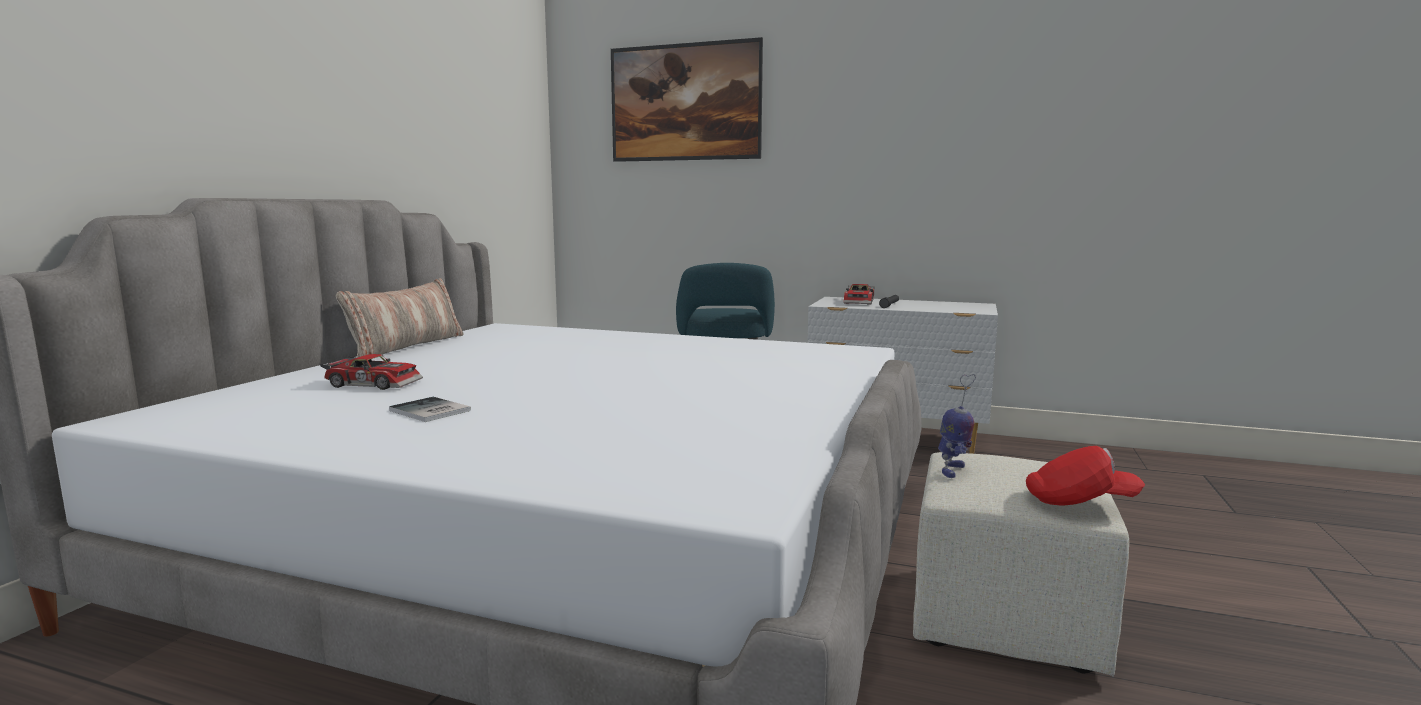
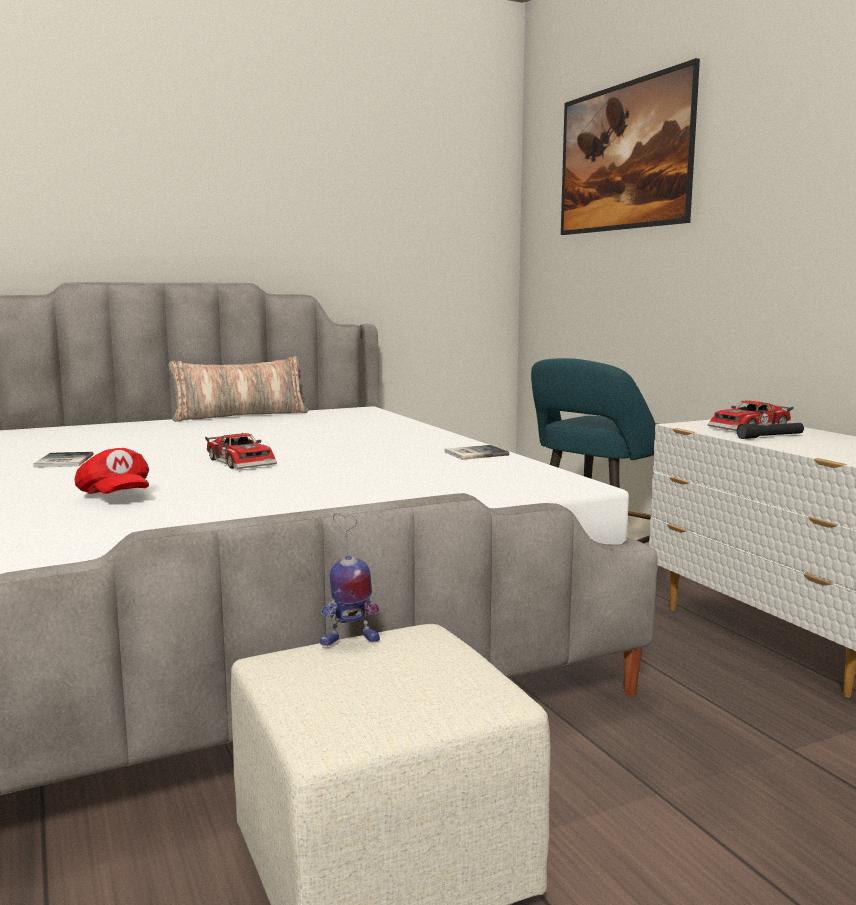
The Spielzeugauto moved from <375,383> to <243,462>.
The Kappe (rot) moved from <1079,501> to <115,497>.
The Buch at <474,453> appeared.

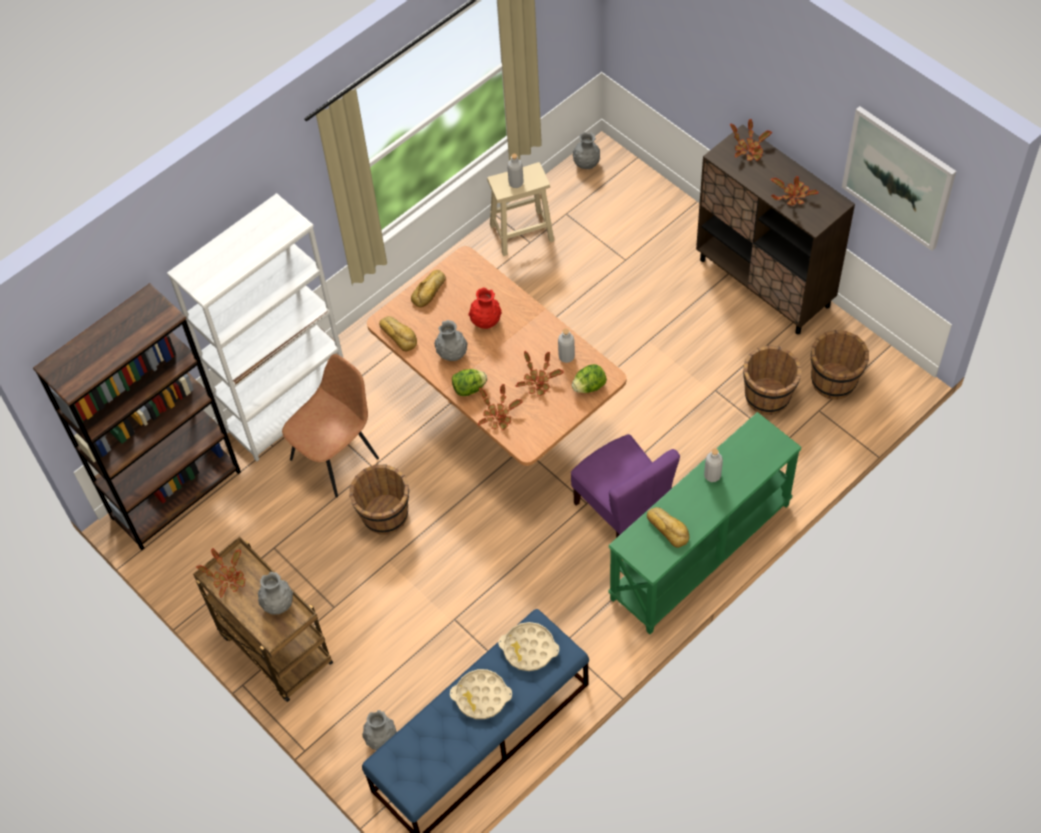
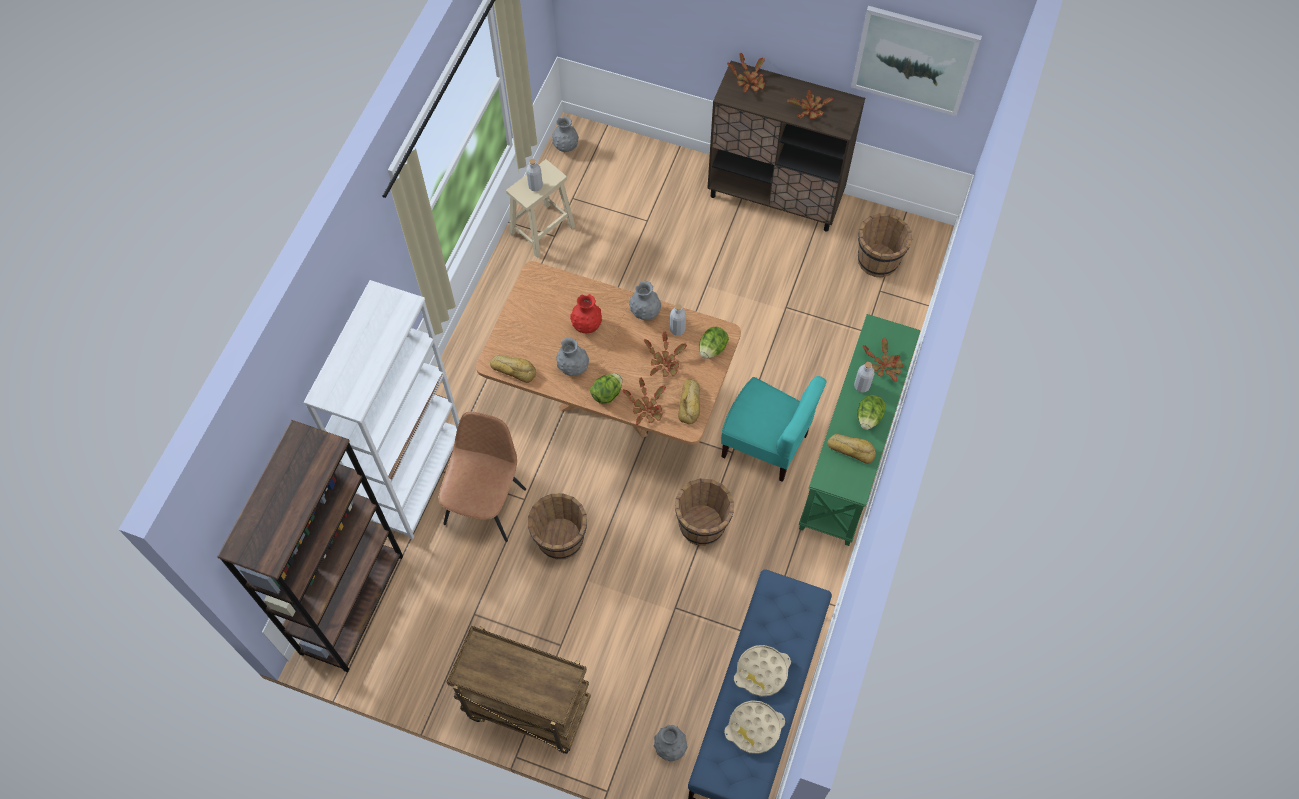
The Topfpflanze moved from <227,578> to <883,366>.
The Vase (grau) moved from <278,604> to <645,312>.
The Brot moved from <430,291> to <690,403>.
The Tablett (beige) moved from <529,649> to <754,728>.
The Stuhl (lila) at <622,509> became the Stuhl (türkis) at <765,444>.
The Eimer (braun) moved from <768,396> to <702,524>.
The Salatkopf at <869,417> appeared.

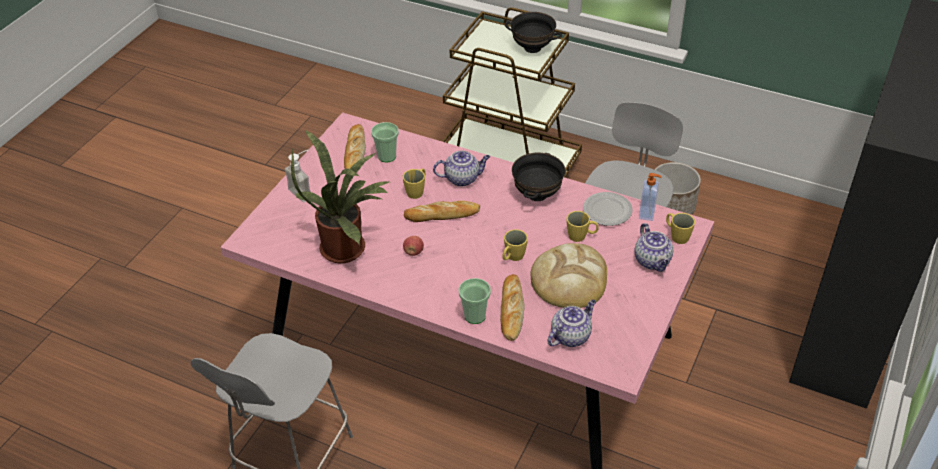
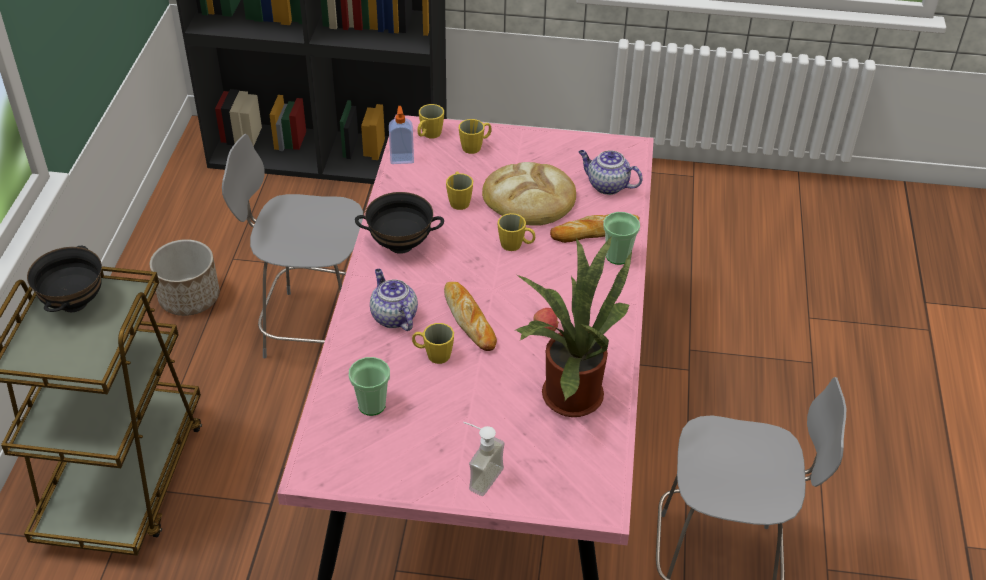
The Brot at <354,152> disappeared.
The Teller at <607,211> disappeared.
The Teekanne at <653,261> was replaced by the Henkelbecher (gelb) at <475,146>.

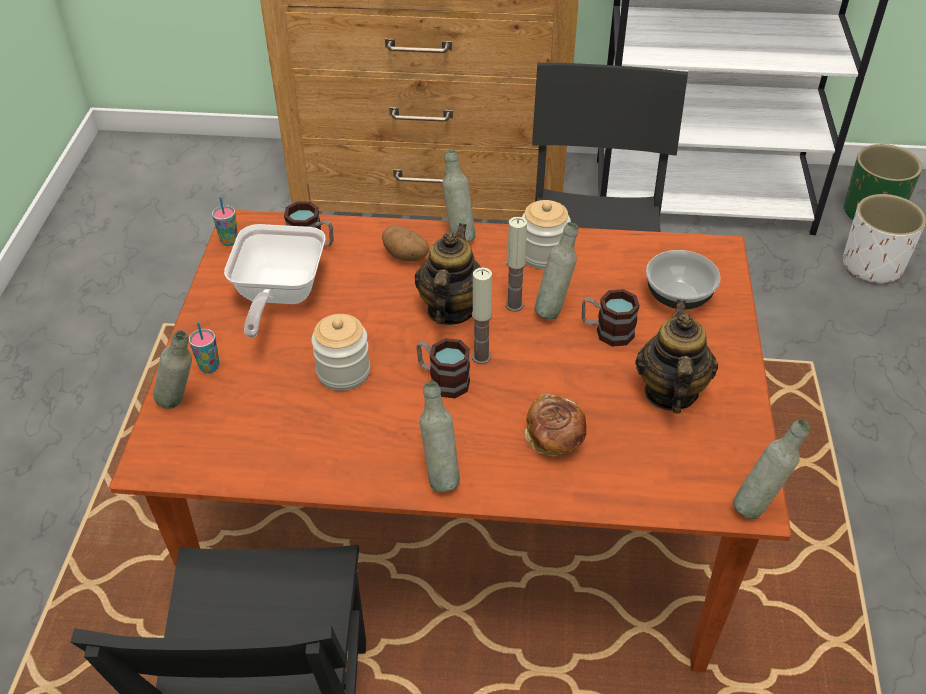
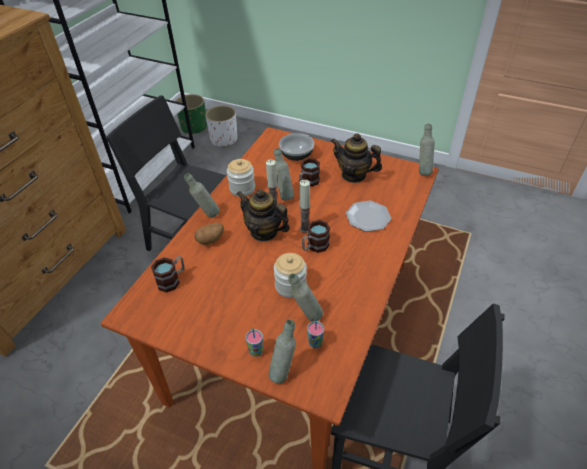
The Tasse moved from <229,241> to <315,343>.
The Pfanne at <278,296> disappeared.
The Flasche (grau) moved from <440,475> to <306,317>.
The Brot at <554,439> was replaced by the Teller at <368,217>.

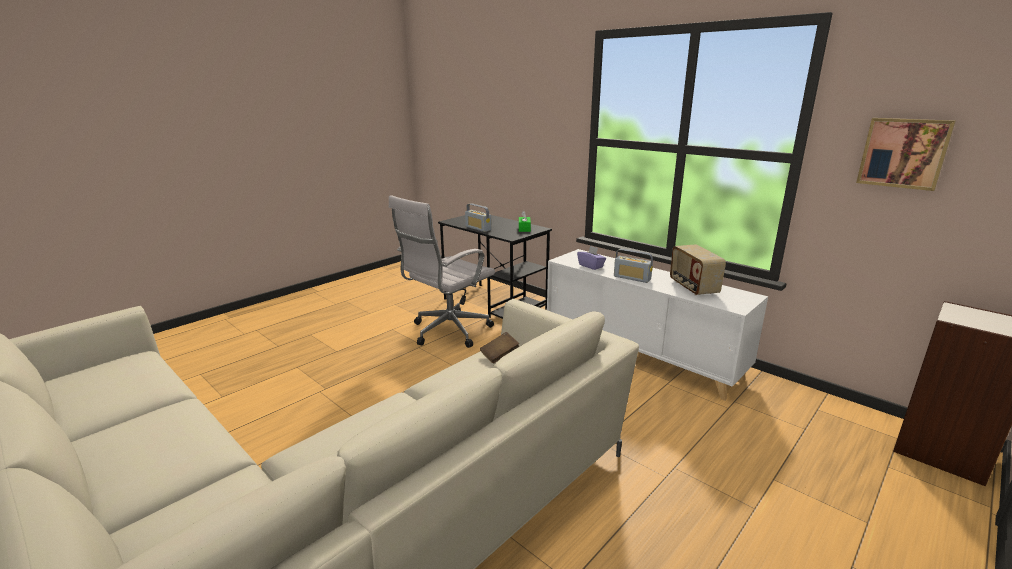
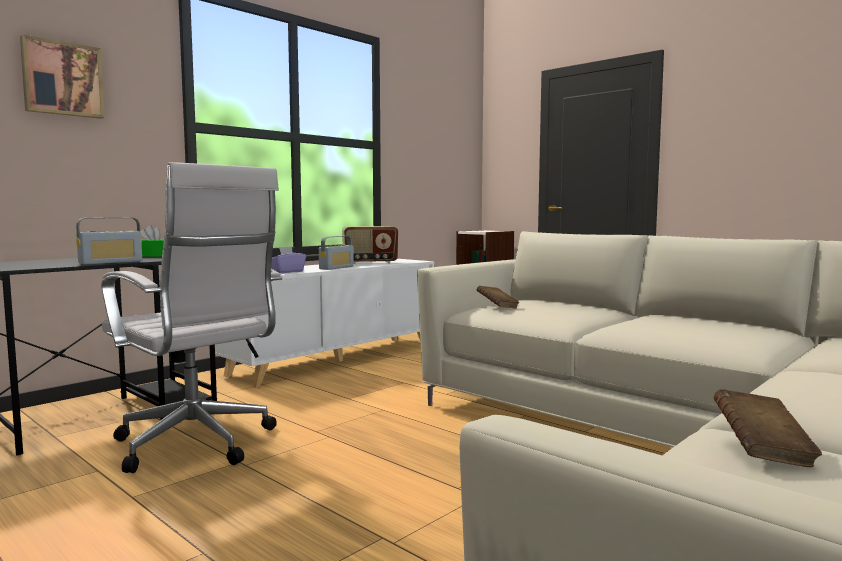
The Bild moved from <903,153> to <62,79>.
The Buch (braun) at <762,450> appeared.

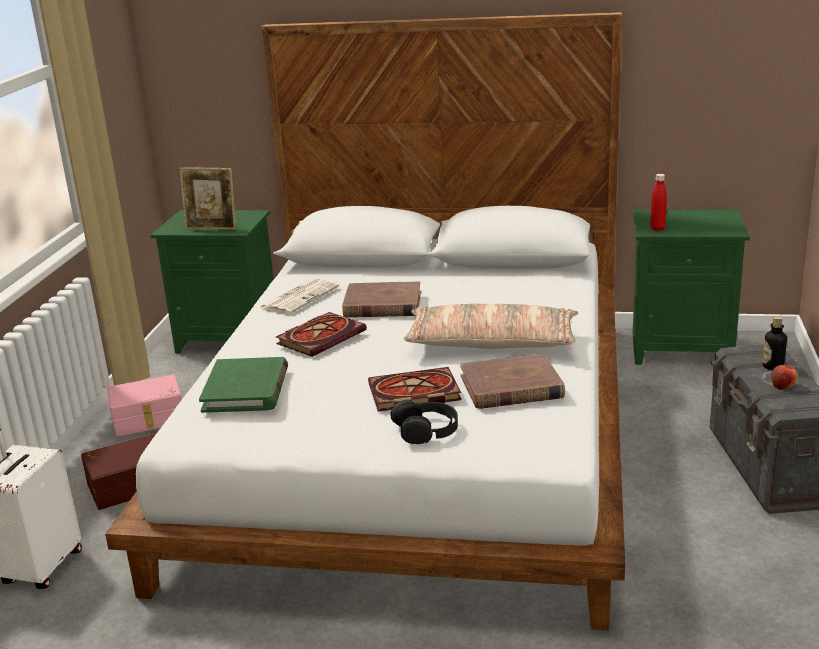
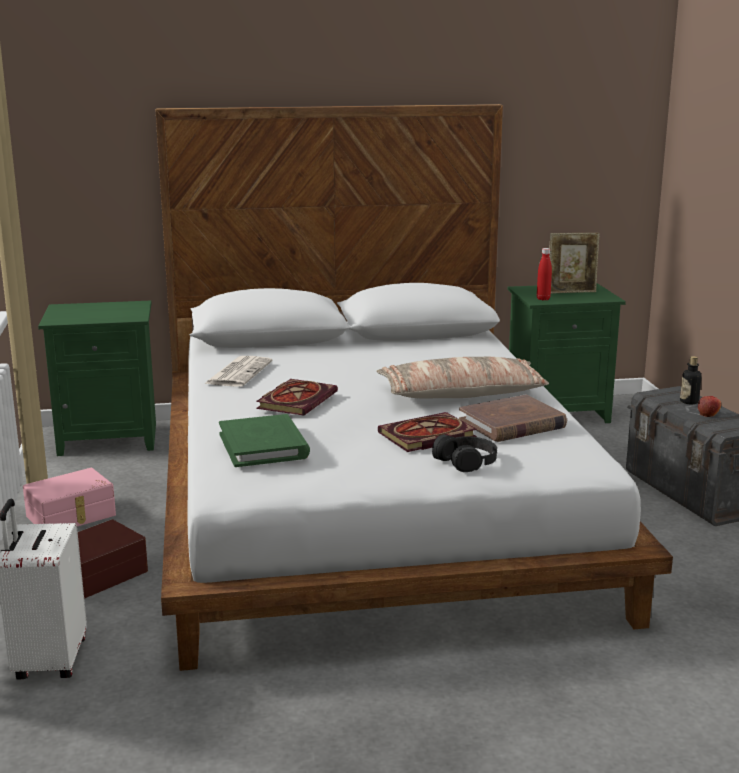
The Bilderrahmen moved from <212,228> to <571,292>.
The Buch (braun) at <382,305> disappeared.

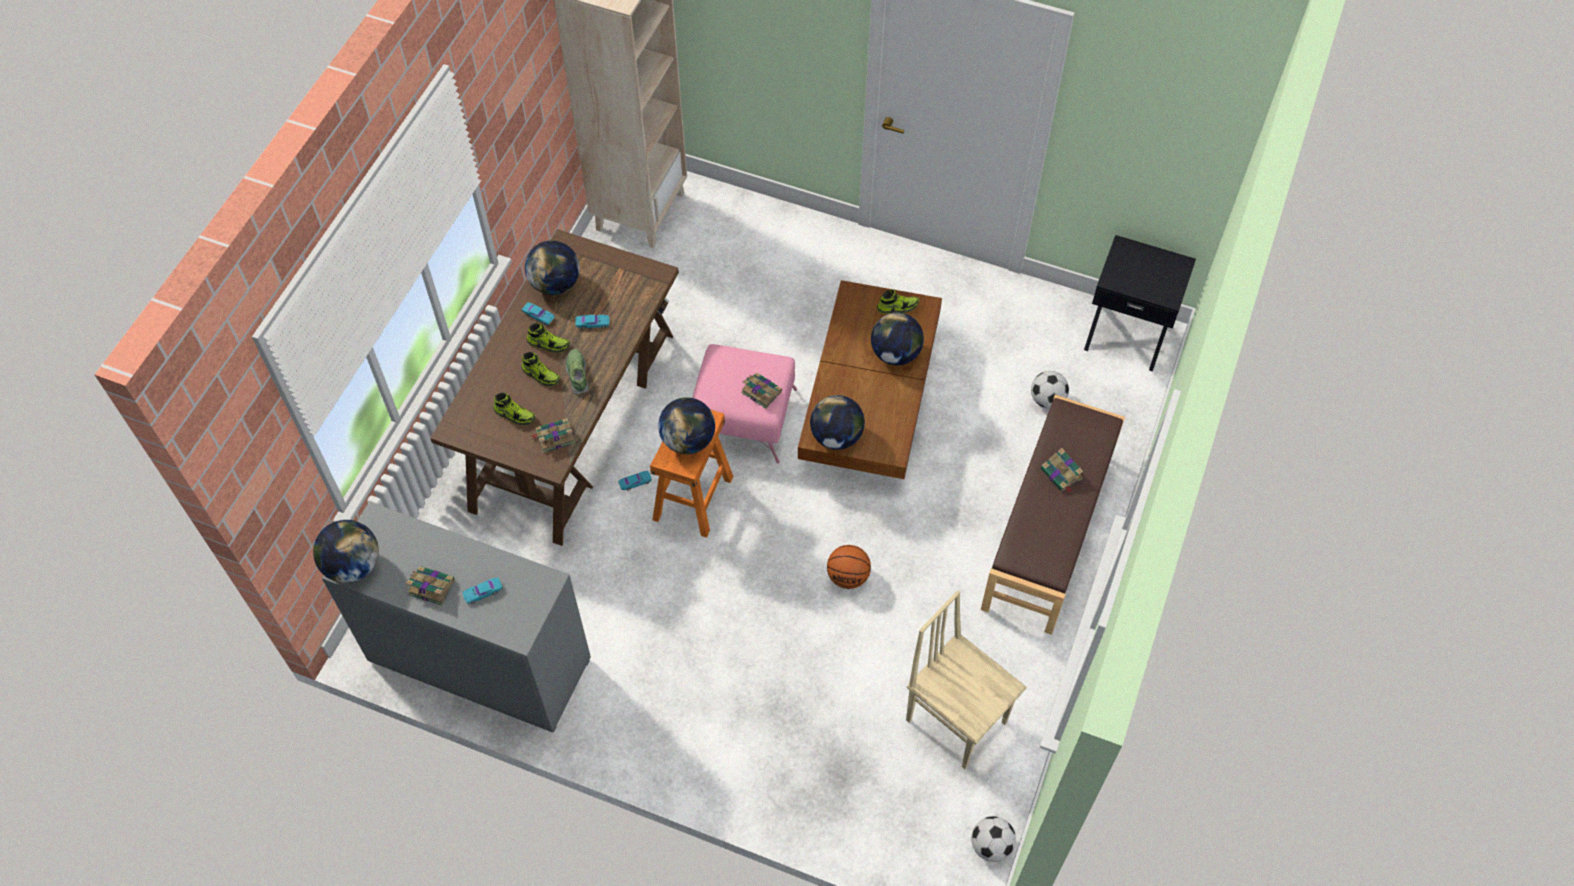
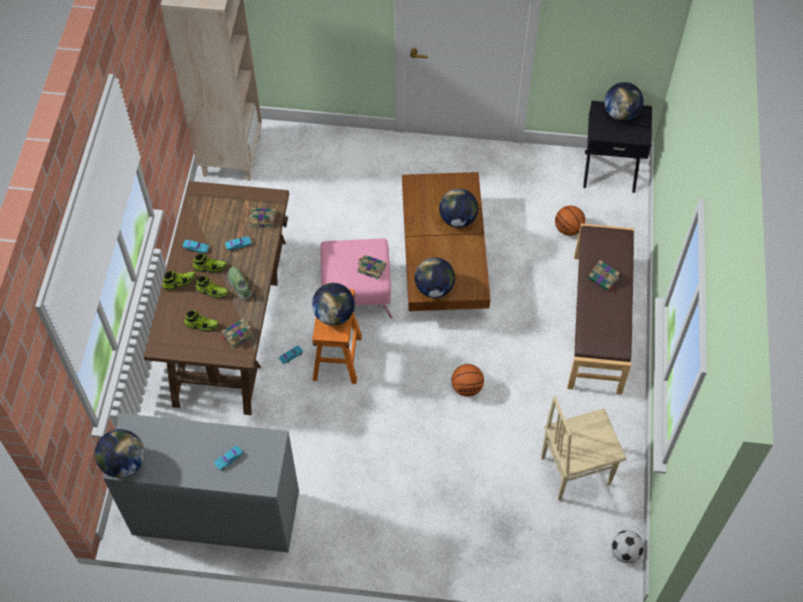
The Buch moved from <430,586> to <262,219>.
The Globus moved from <555,284> to <621,114>.
The Schuh moved from <897,307> to <179,282>.
The Stuhl (beige) at <956,719> turned 45 degrees counterclockwise.
The Fußball at <1047,399> was replaced by the Basketball at <568,229>.

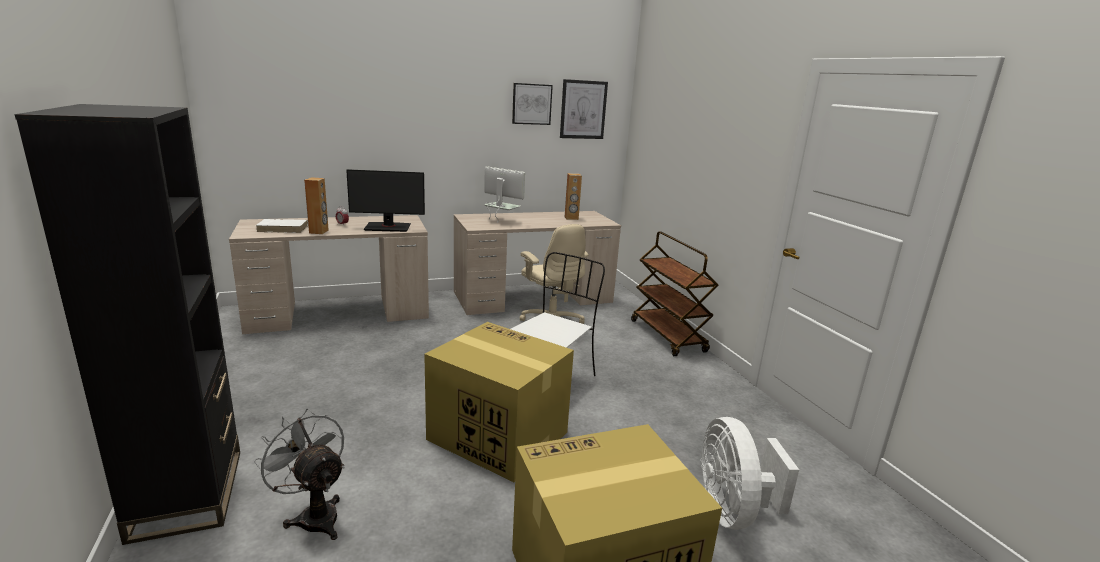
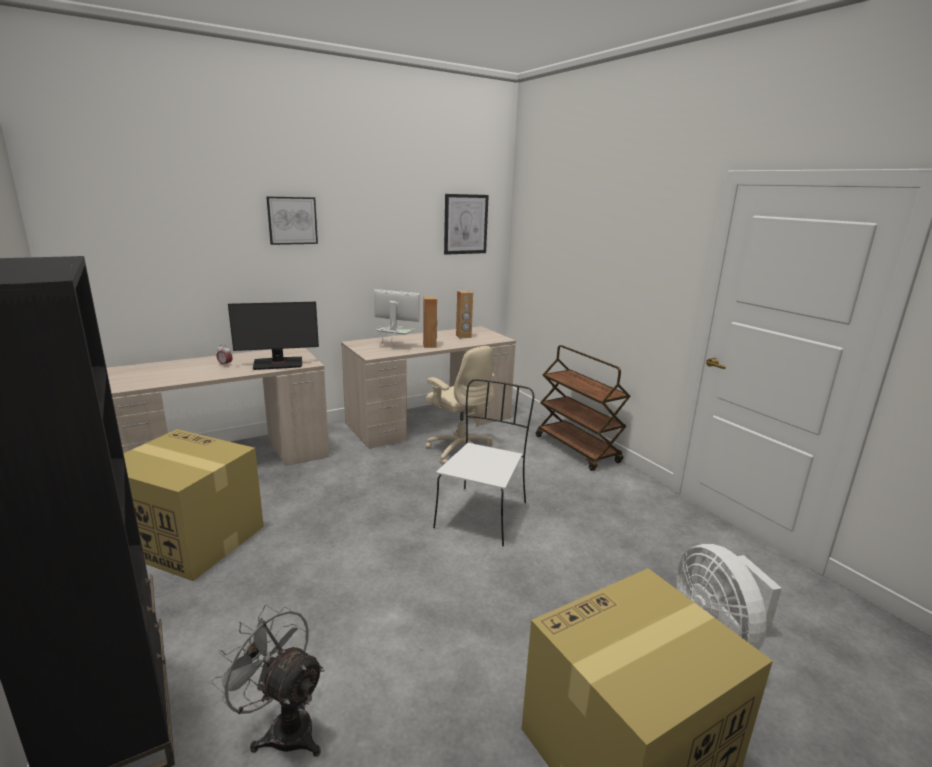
The Buch (weiß) at <283,228> disappeared.
The Lautsprecher (braun) moved from <319,232> to <430,345>.
The Karton moved from <496,435> to <189,538>.
The Bild moved from <531,104> to <292,220>.

